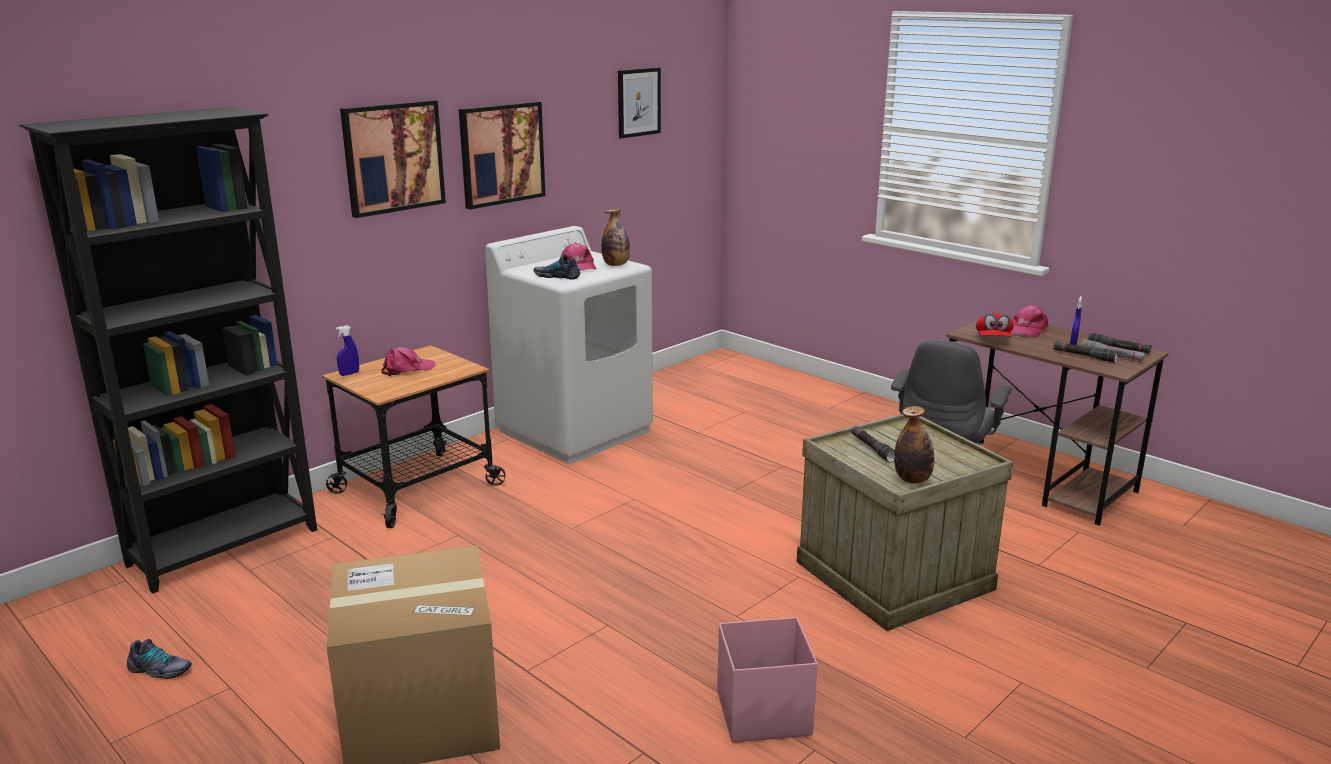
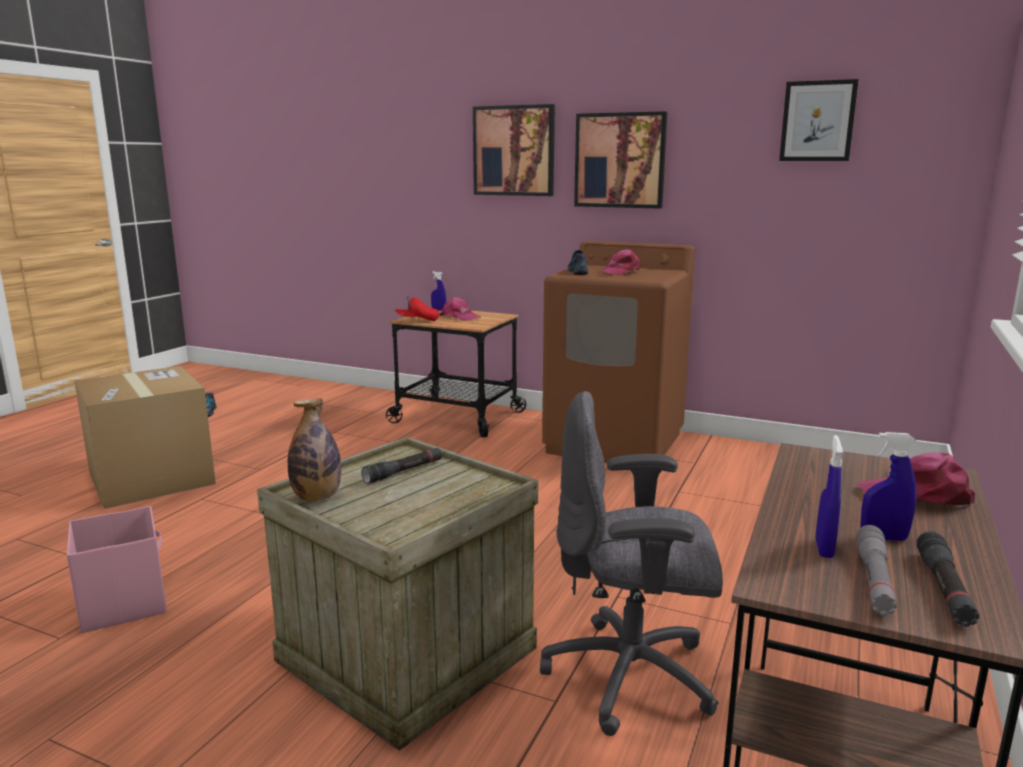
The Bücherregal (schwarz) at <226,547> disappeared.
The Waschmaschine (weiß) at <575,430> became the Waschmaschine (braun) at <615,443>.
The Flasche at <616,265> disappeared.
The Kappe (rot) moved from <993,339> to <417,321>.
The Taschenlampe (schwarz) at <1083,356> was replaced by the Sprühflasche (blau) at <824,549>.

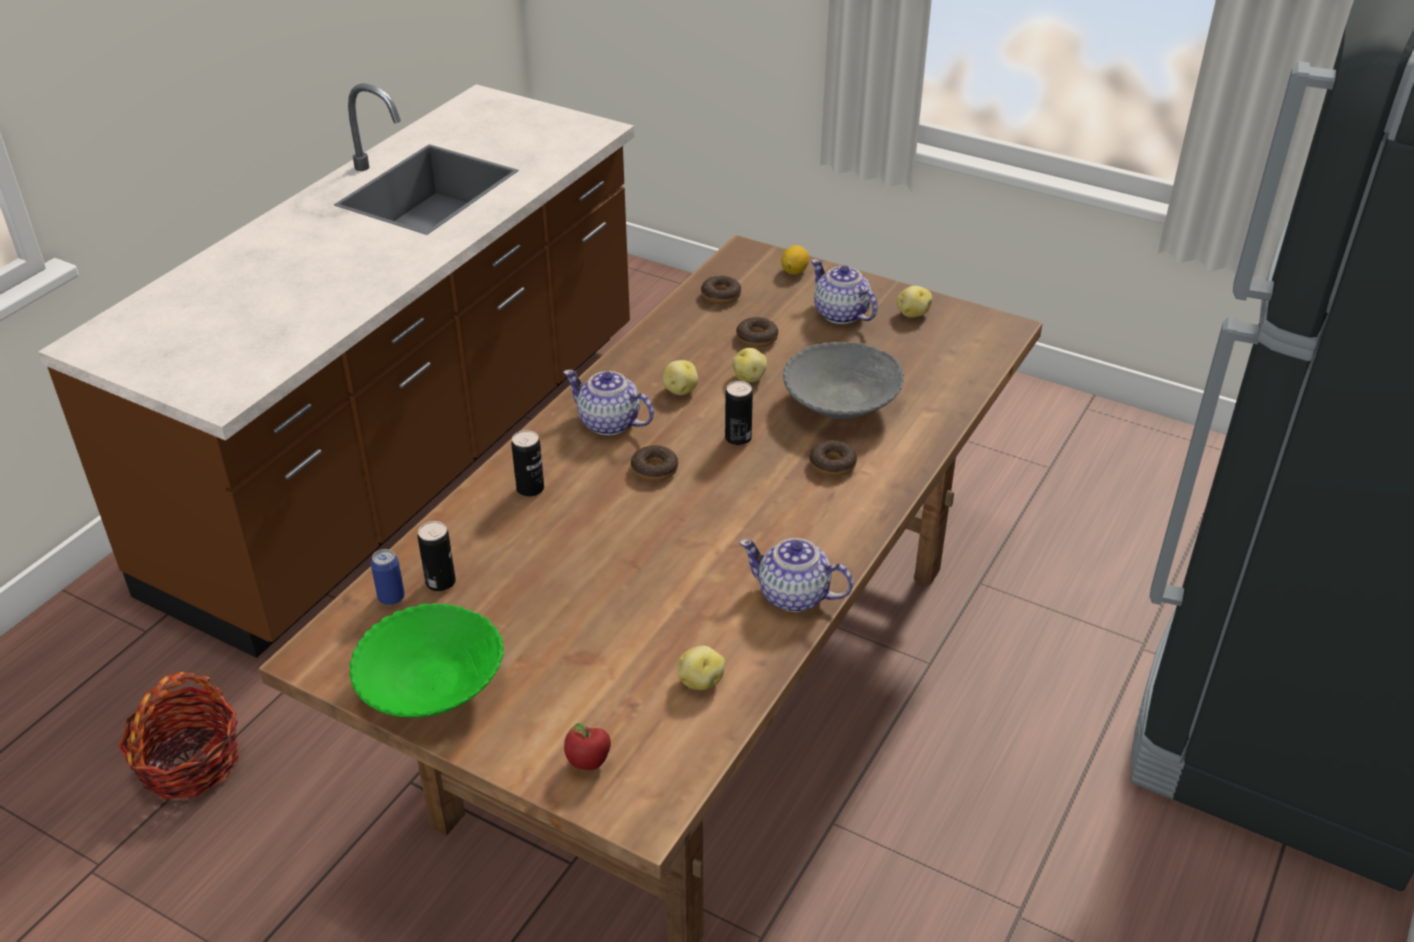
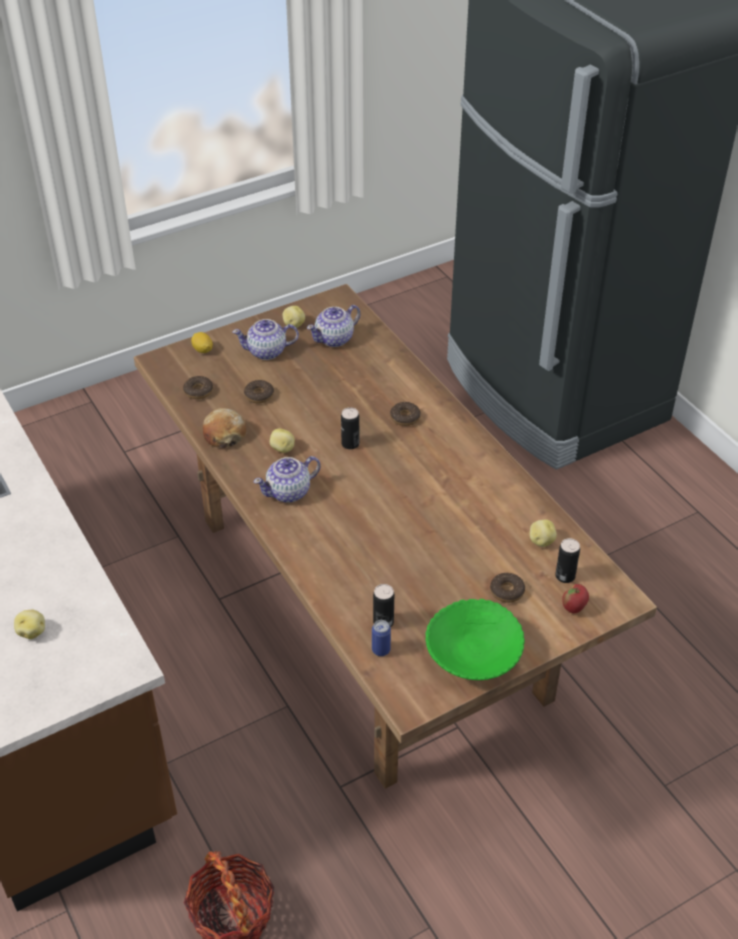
The Dose moved from <530,489> to <565,576>.
The Donut moved from <654,469> to <507,591>.
The Kartoffel moved from <750,377> to <32,631>.
The Teekanne moved from <794,596> to <335,339>.
The Schüssel (grau) at <841,404> disappeared.
The Brot at <224,434> appeared.

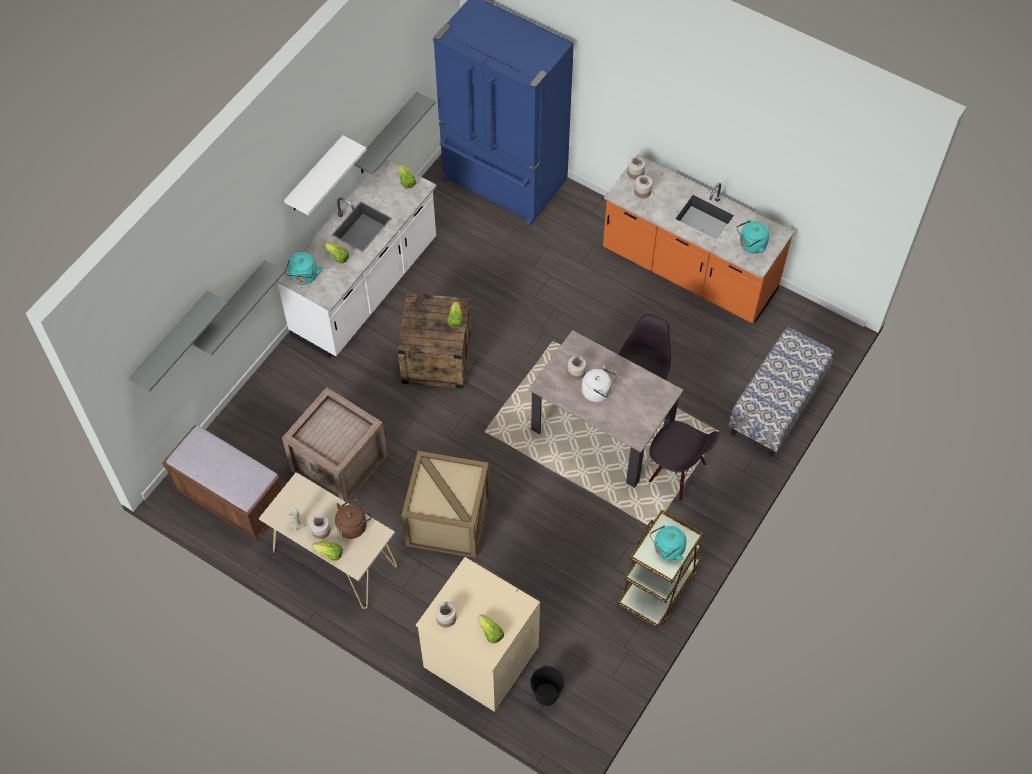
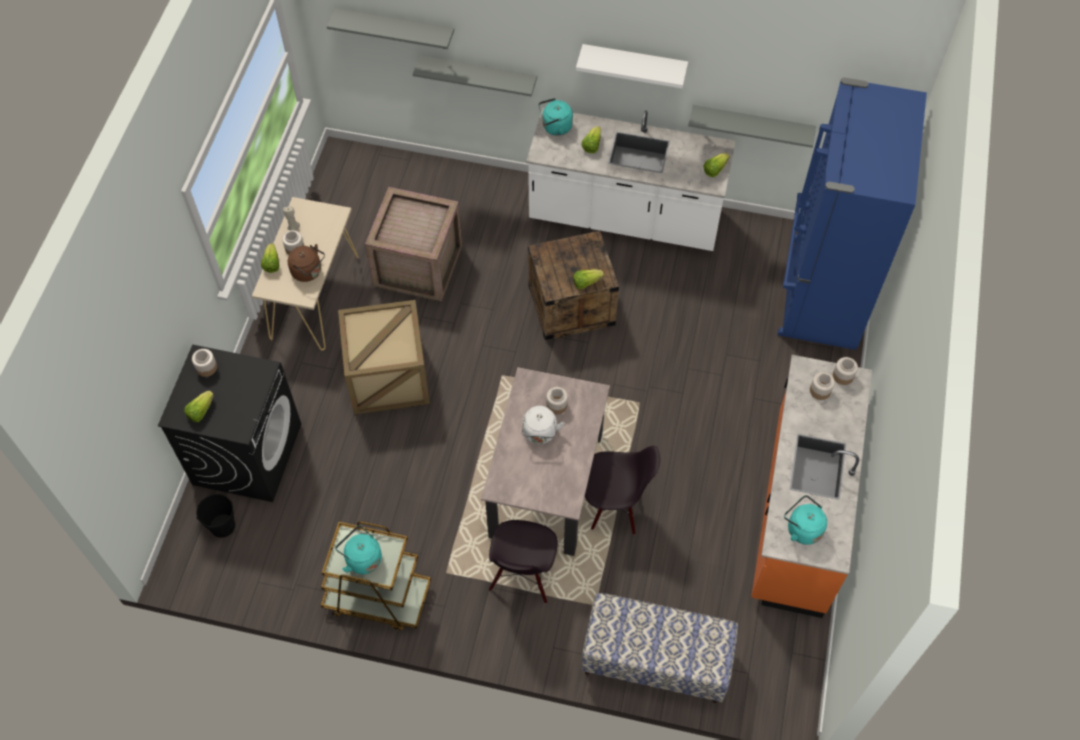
The Bank (braun) at <230,498> disappeared.
The Waschmaschine (beige) at <480,657> became the Waschmaschine (schwarz) at <247,453>.

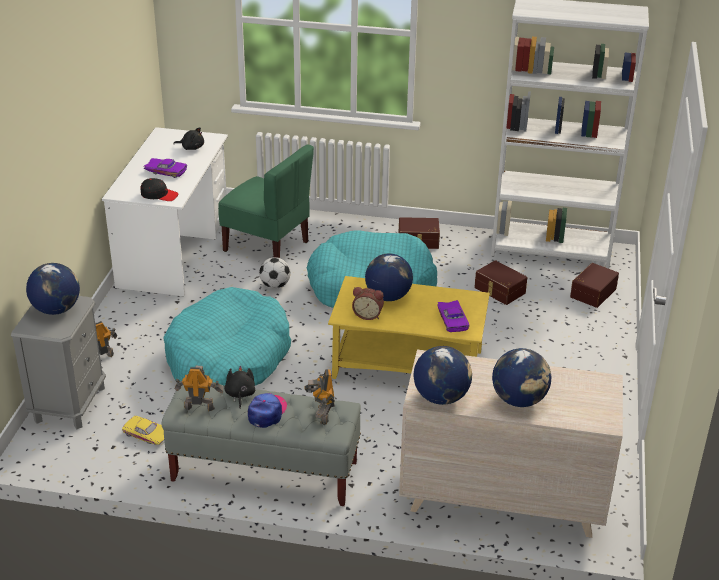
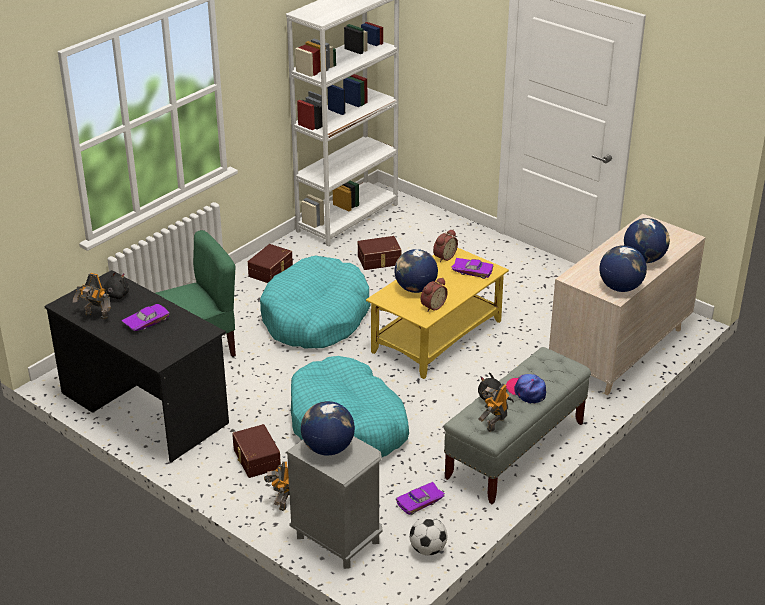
The Schreibtisch (weiß) at <174,251> became the Schreibtisch (schwarz) at <144,408>.
The Spielzeugauto (gelb) at <146,435> became the Spielzeugauto (lila) at <420,503>.
The Kappe (schwarz) at <159,195> disappeared.
The Fußball moved from <275,285> to <428,549>.
The Spielzeugroboter moved from <321,415> to <96,316>.
The Aufbewahrungsbox (braun) moved from <592,292> to <255,459>.
The Wecker at <443,257> appeared.

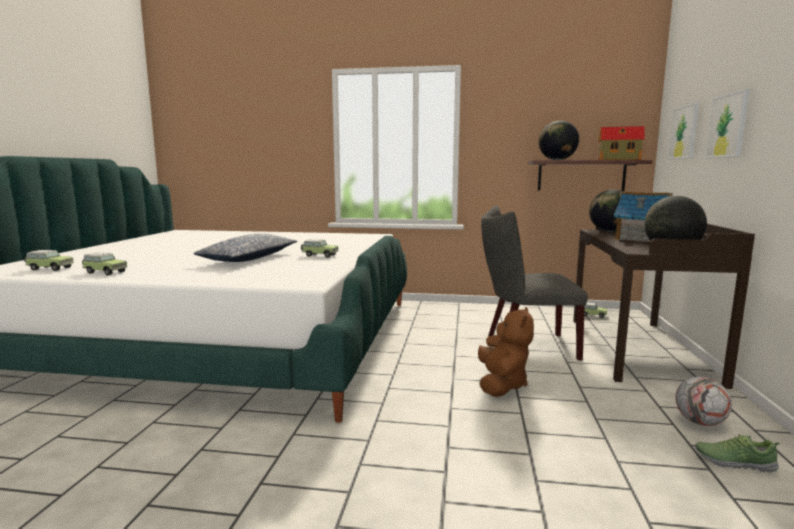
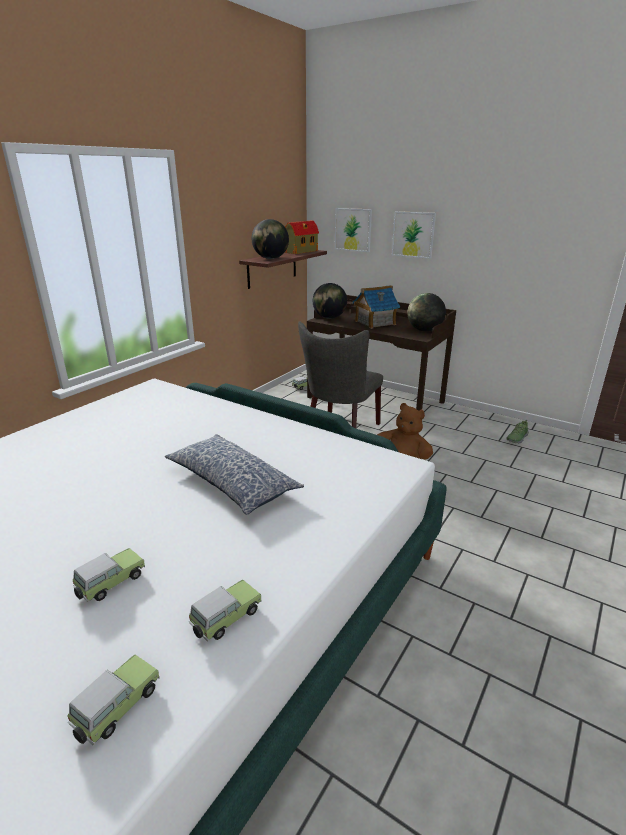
The Spielzeugauto moved from <319,255> to <109,584>.
The Fußball at <700,422> disappeared.

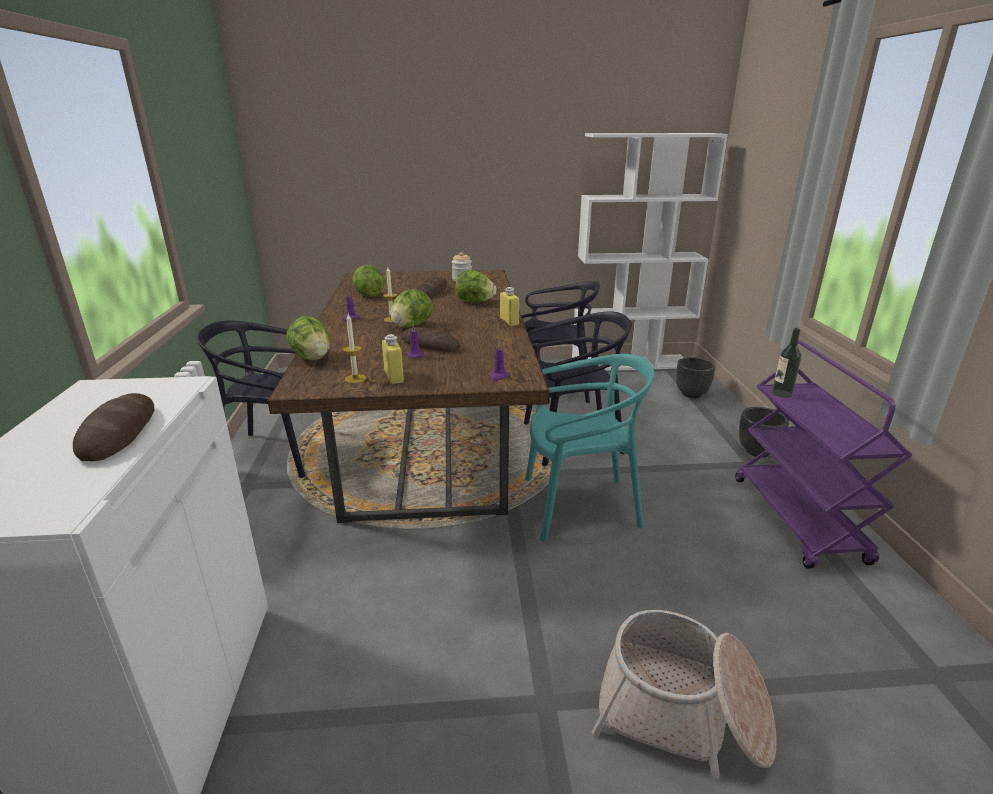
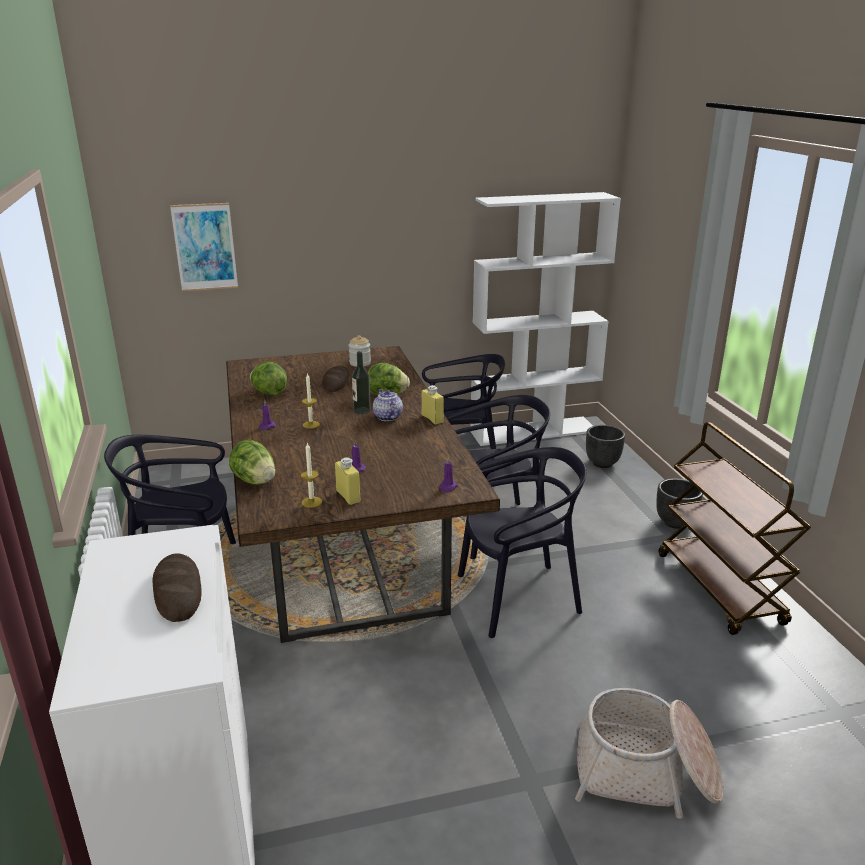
The Salatkopf at <411,326> disappeared.
The Brot at <430,345> disappeared.
The Stuhl (türkis) at <579,505> became the Stuhl (schwarz) at <517,597>.
The Rollwagen (lila) at <798,520> became the Rollwagen (braun) at <720,589>.
The Flasche moved from <781,393> to <362,410>.
The Bild at <205,247> appeared.
The Teekanne at <387,417> appeared.

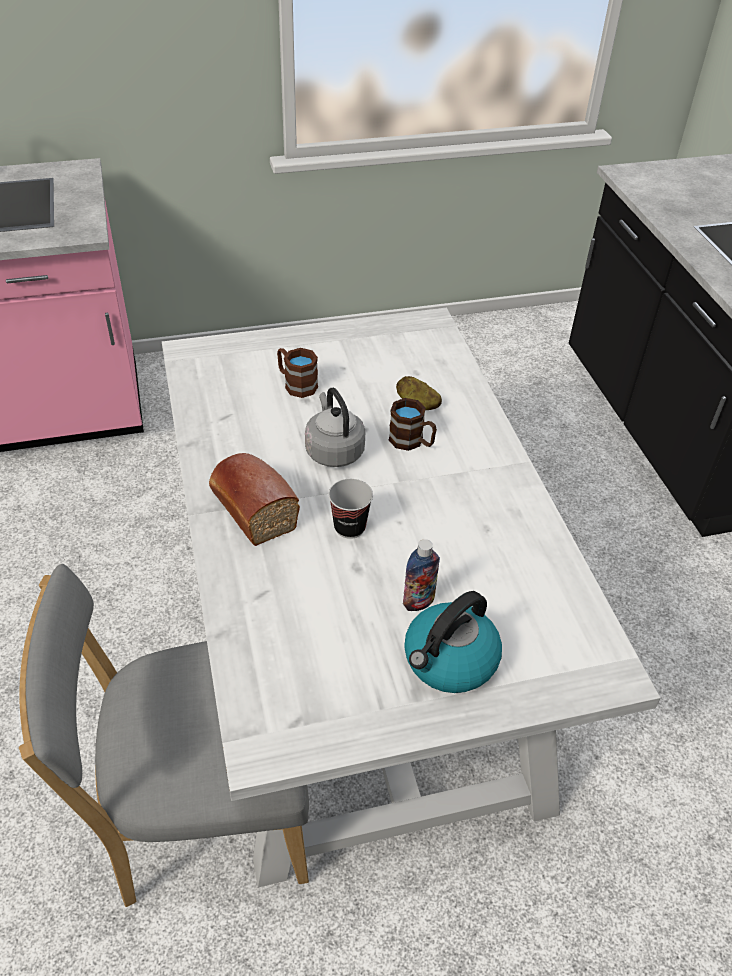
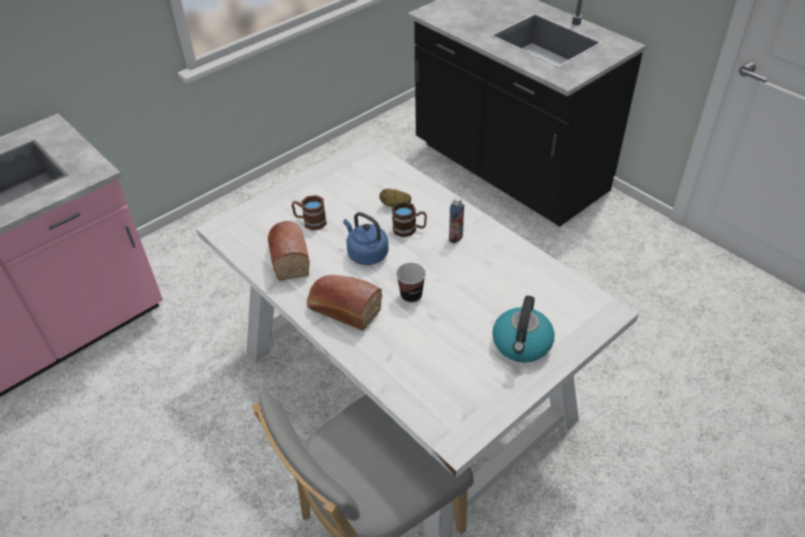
The Wasserkessel (grau) at <333,450> became the Wasserkessel (blau) at <366,254>.
The Flasche moved from <418,602> to <456,237>.
The Brot at <289,256> appeared.

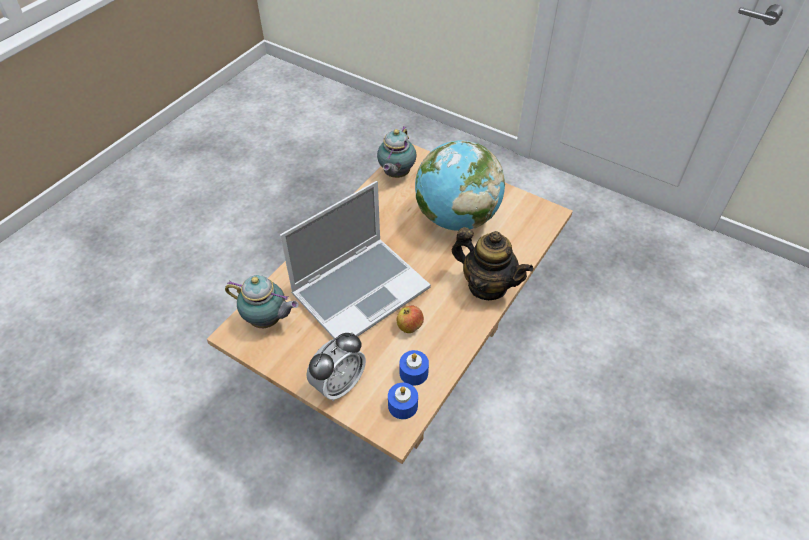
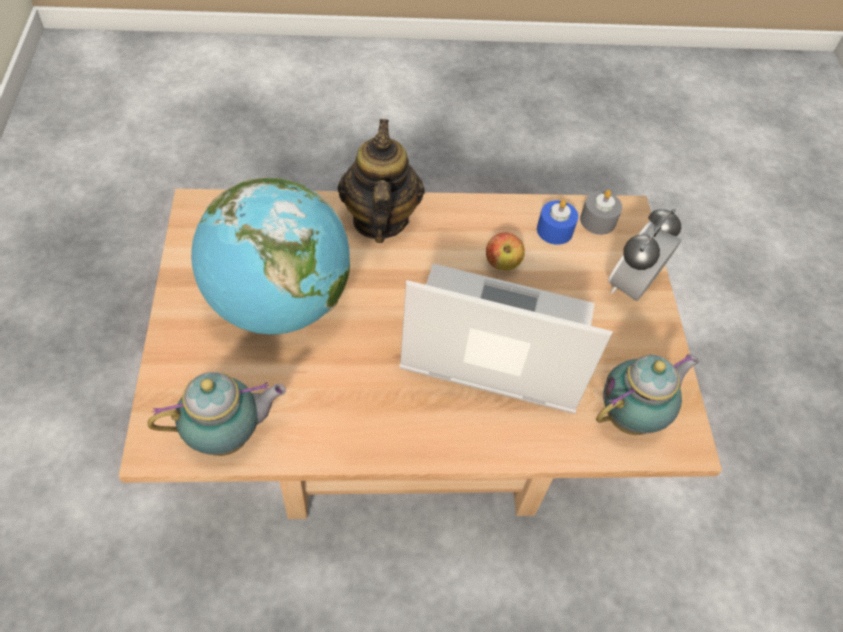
The Teekanne at <268,320> turned 75 degrees clockwise.
The Wecker at <338,384> turned 60 degrees counterclockwise.
The Kerze (blau) at <403,405> became the Kerze (grau) at <598,220>.

